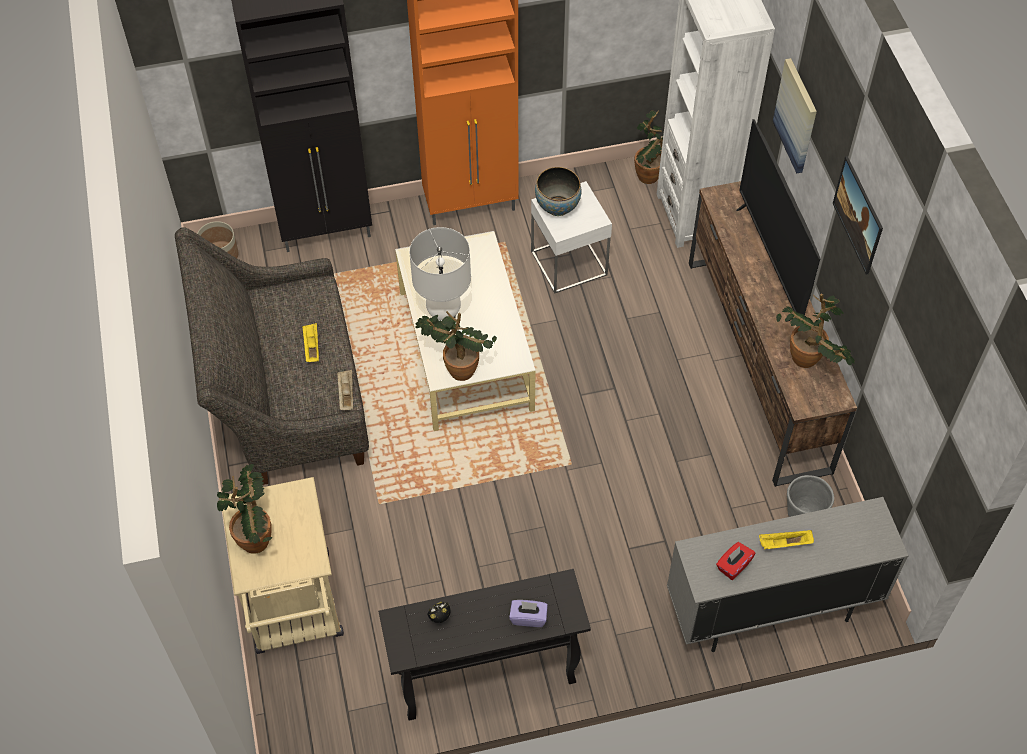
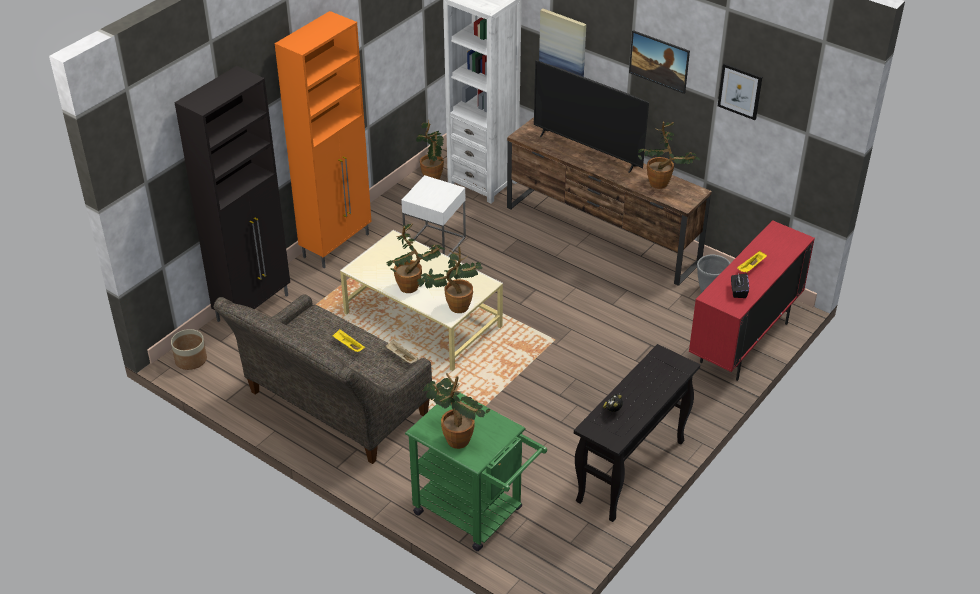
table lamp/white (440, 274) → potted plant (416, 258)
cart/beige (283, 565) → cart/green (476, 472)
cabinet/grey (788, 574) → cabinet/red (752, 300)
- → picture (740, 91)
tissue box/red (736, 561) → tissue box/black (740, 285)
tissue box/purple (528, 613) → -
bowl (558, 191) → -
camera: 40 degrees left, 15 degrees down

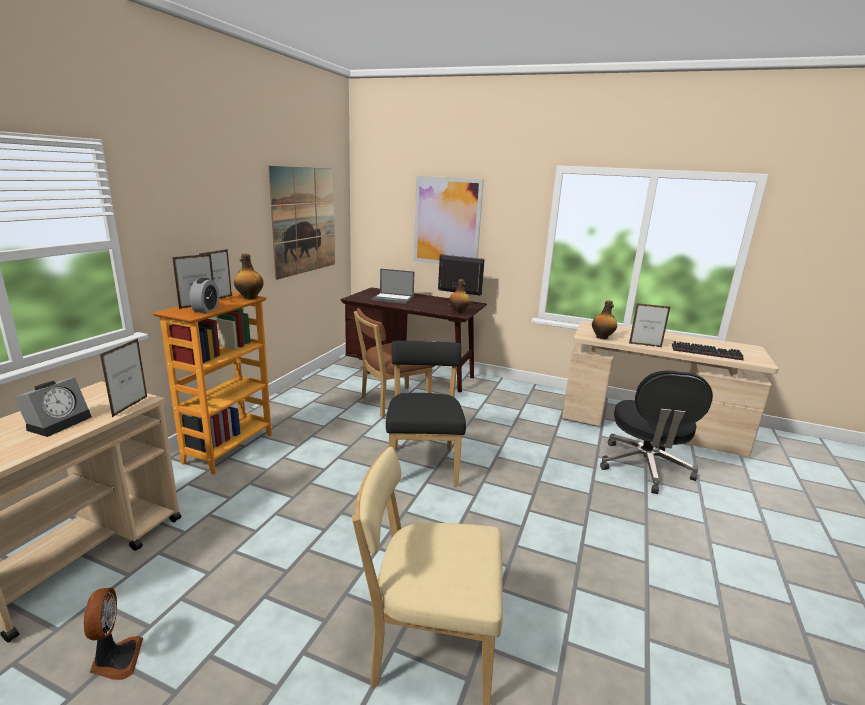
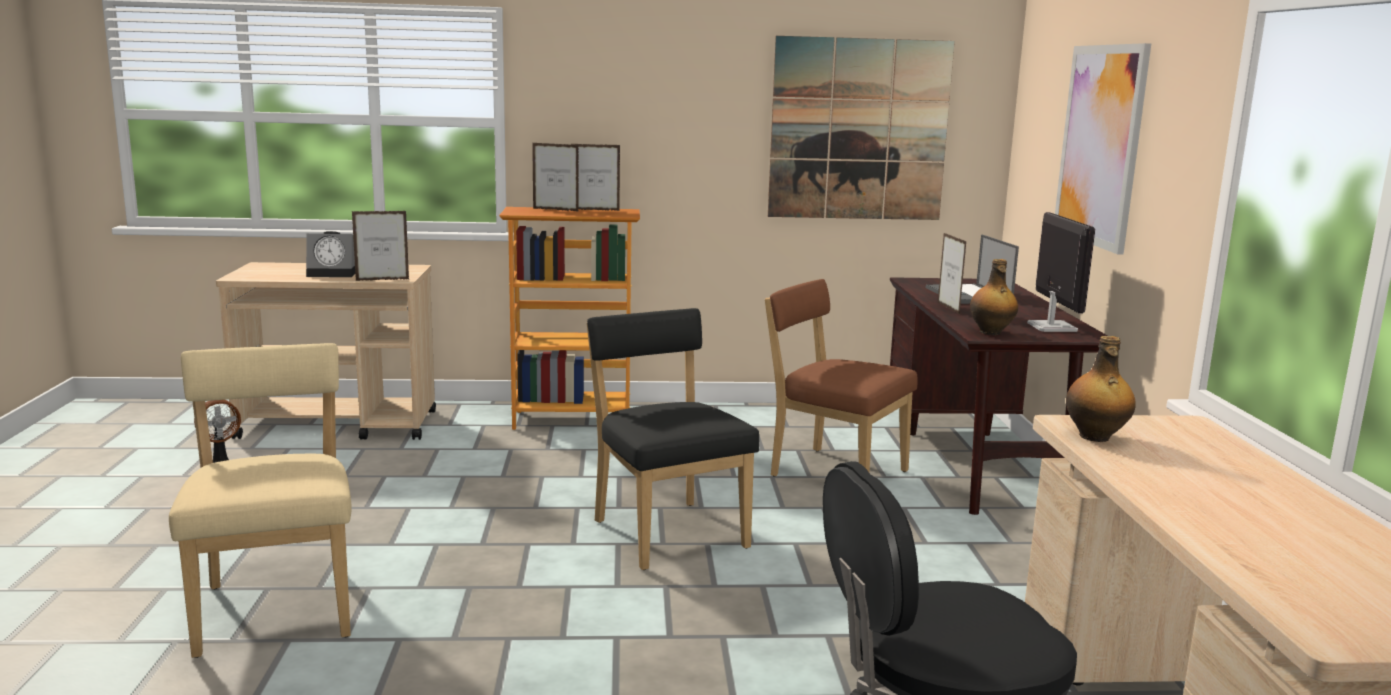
chair/black (426, 413) → chair/black (673, 439), 90 degrees counterclockwise
picture frame (649, 325) → picture frame (952, 273), moved
alarm clock (204, 295) → -
bottle (249, 276) → -
keyboard (708, 350) → -
camera: 65 degrees right, 5 degrees down

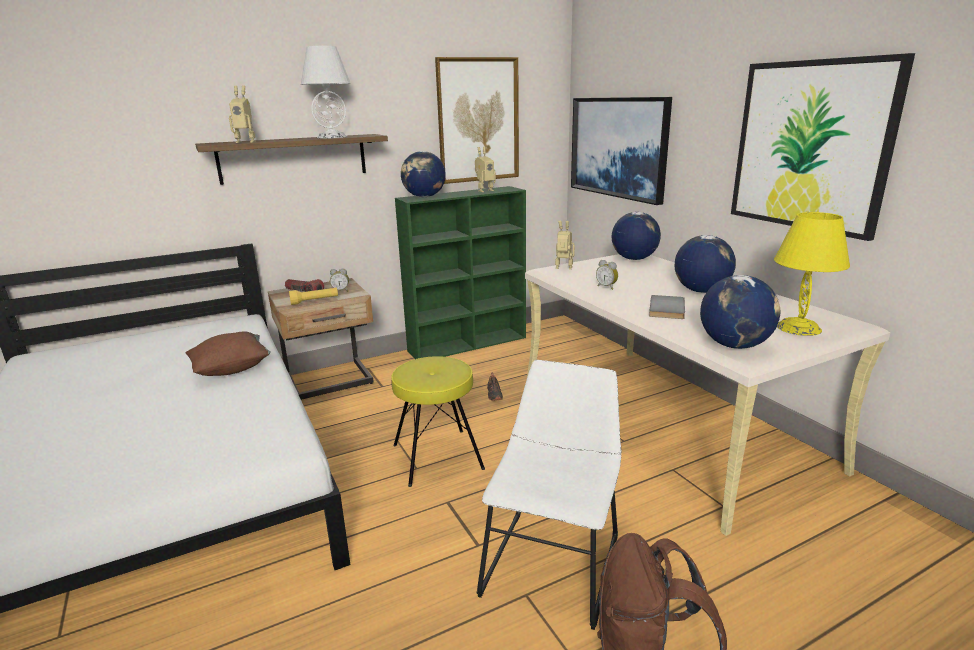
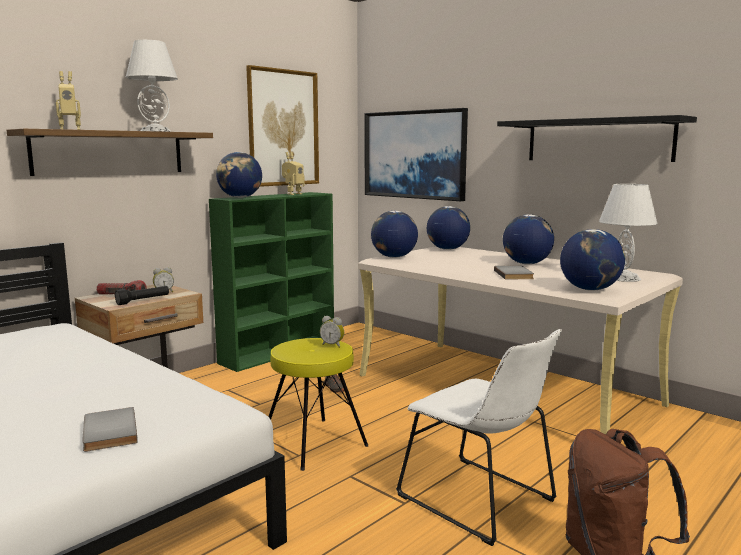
- → book/grey (110, 429)
flashlight/yellow (313, 296) → flashlight/black (142, 295)
alarm clock (607, 275) → alarm clock (332, 332), moved
toy robot (565, 245) → globe (394, 234)
chair/white (548, 495) → chair/white (479, 437), 135 degrees clockwise
picture (823, 147) → shelf/black (597, 138)
table lamp/yellow (812, 274) → table lamp/white (628, 233)
pillow/brown (228, 353) → -
camera: 20 degrees left, 10 degrees down

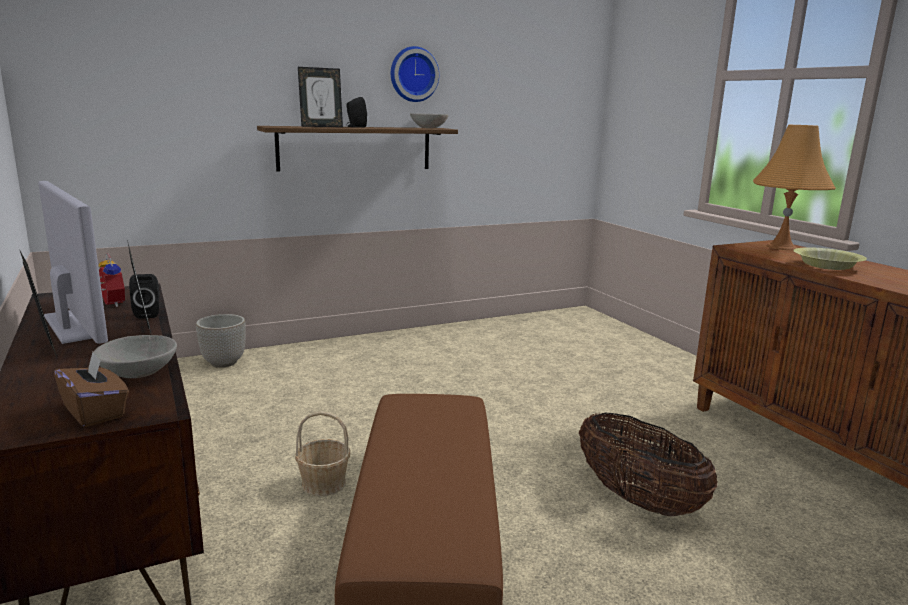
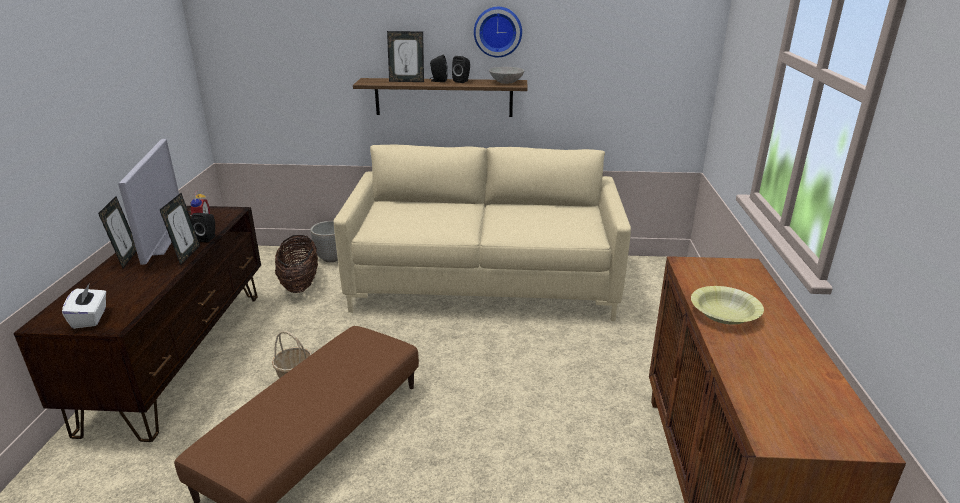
tissue box/brown (91, 389) → tissue box/white (84, 306)
basket (648, 464) → basket (296, 264), moved
- → sofa/beige (482, 233)
- → speaker/black (461, 69)
bowl/grey (135, 356) → -
table lamp/orange (794, 187) → -
camera: 30 degrees right, 10 degrees up

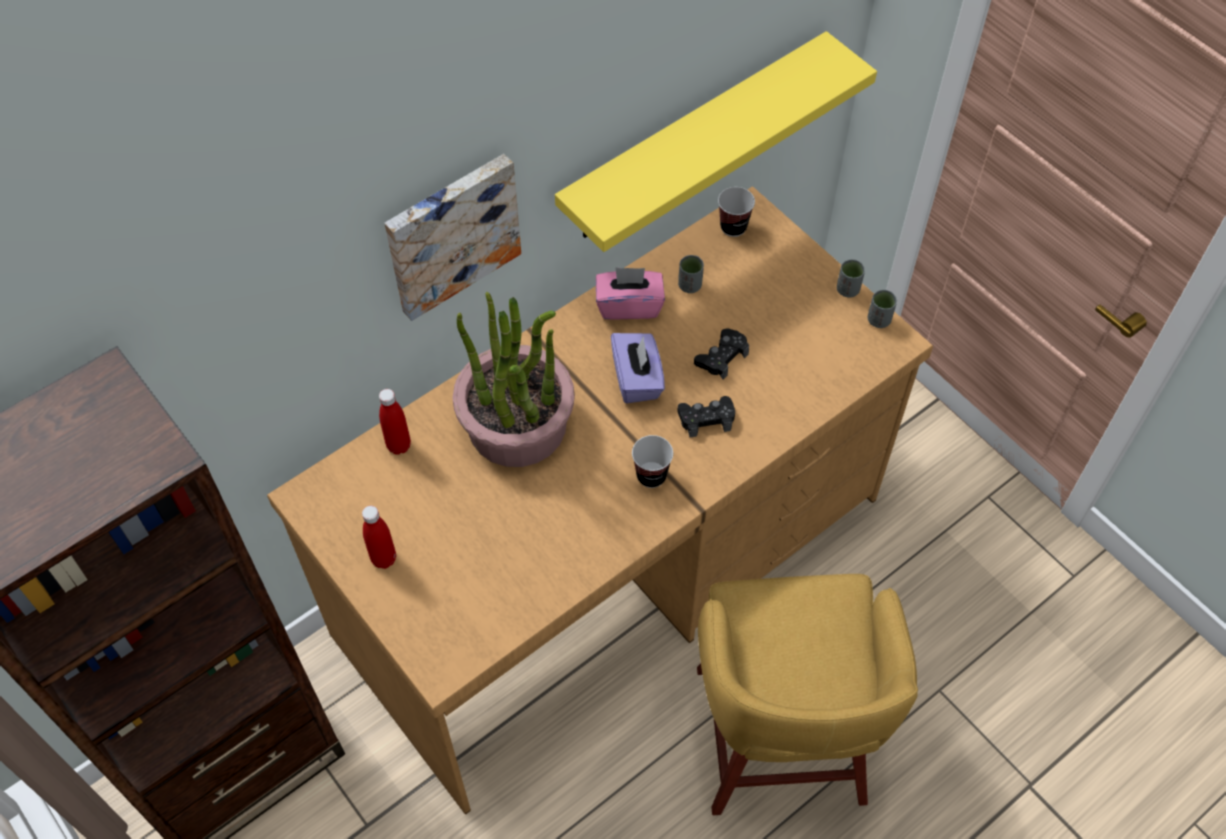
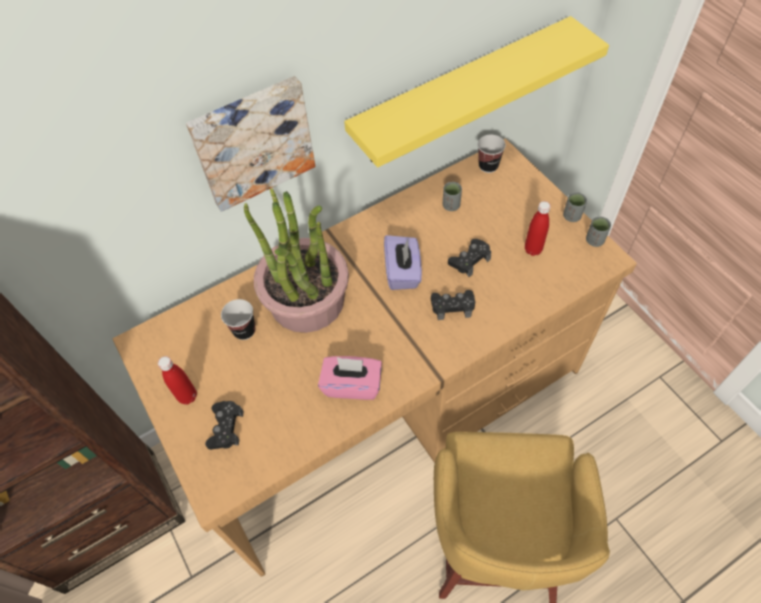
- → game controller/black (224, 425)
cup (652, 461) → cup (238, 319), moved
tissue box/pink (630, 293) → tissue box/pink (350, 378), moved
bottle/red (395, 422) → bottle/red (538, 228), moved
camera: 10 degrees right, 0 degrees up

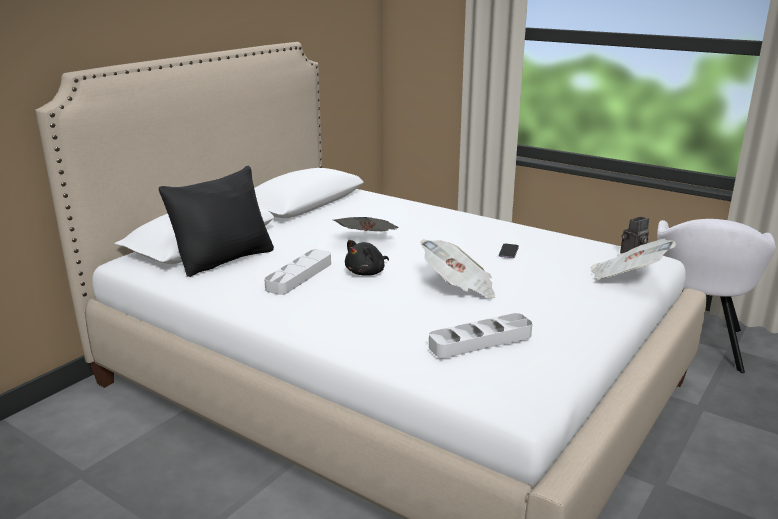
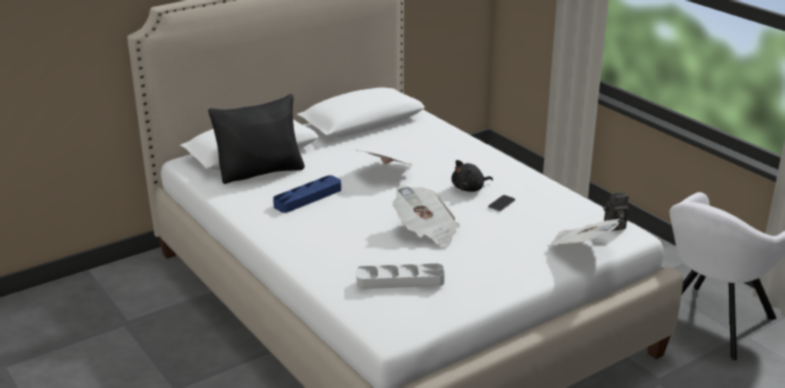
tray/grey (297, 272) → tray/blue (307, 194)
plush toy/black (367, 258) → plush toy/black (472, 176), moved
camera: 20 degrees right, 5 degrees up

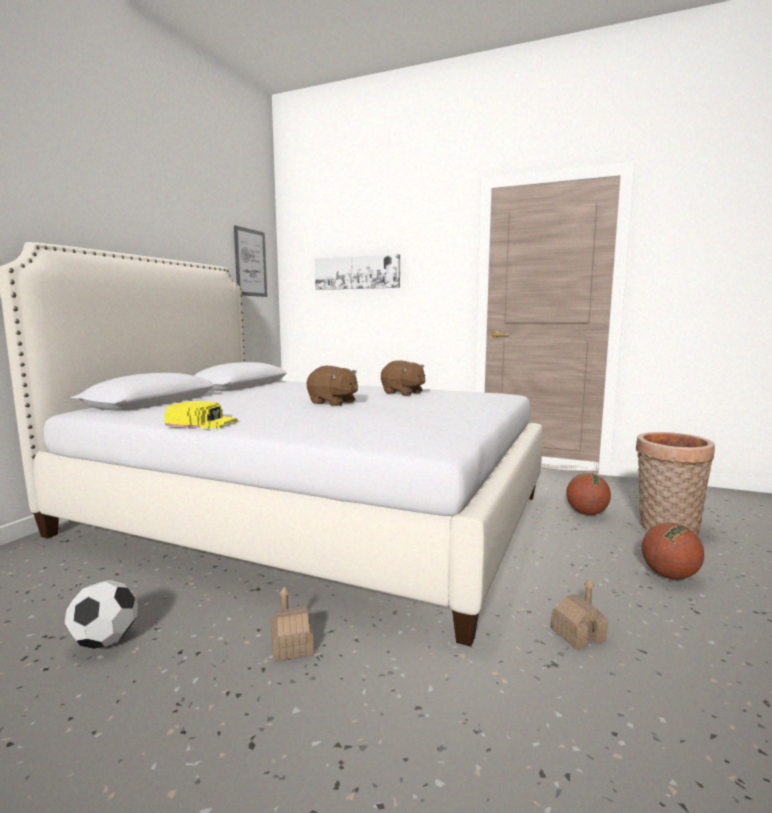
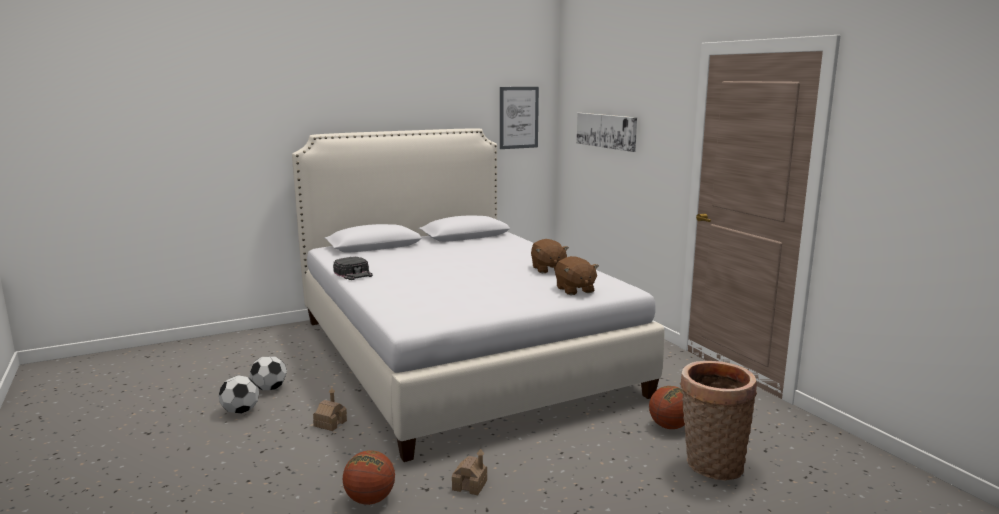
- → football (239, 395)
cap/yellow (200, 414) → cap/black (353, 268)
basketball (673, 551) → basketball (369, 477), moved
plush toy/brown (332, 386) → plush toy/brown (577, 275), moved
camera: 40 degrees right, 5 degrees up

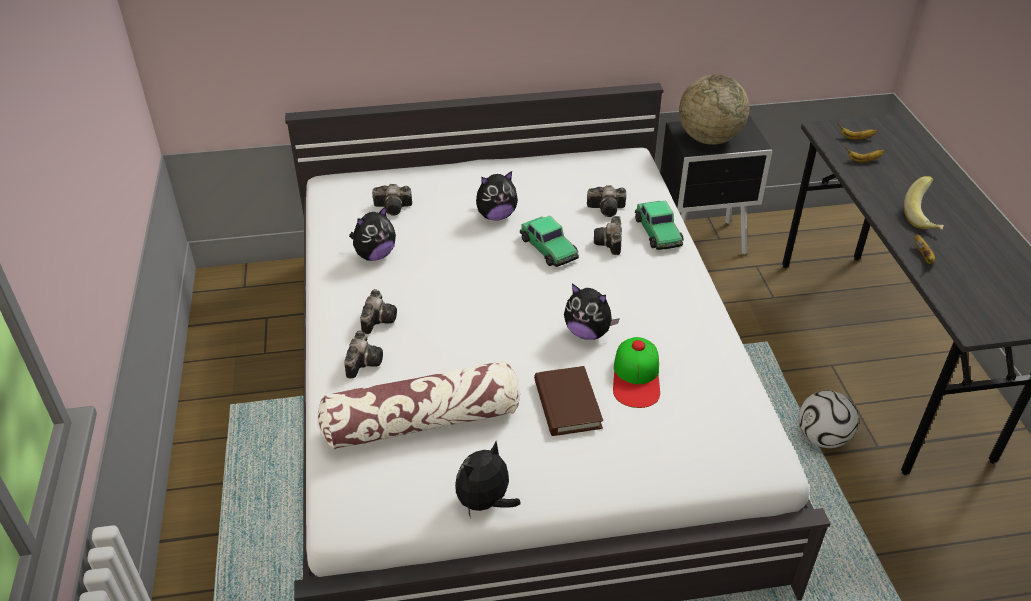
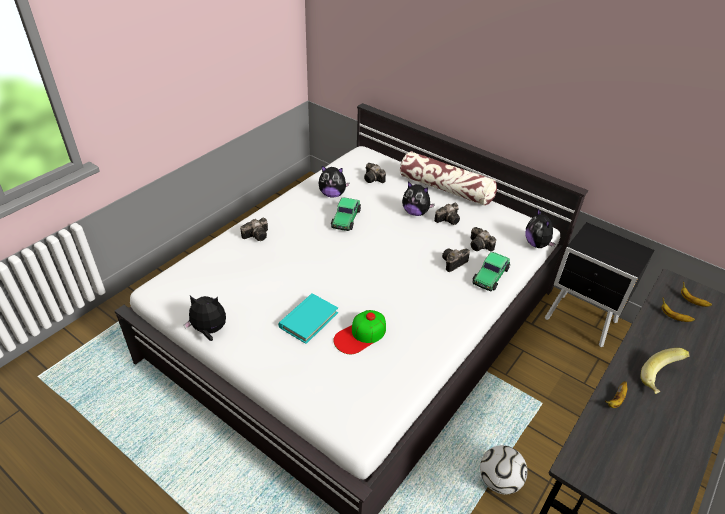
book/brown (568, 401) → book/turquoise (308, 318)
toy car (549, 241) → toy car (346, 214), moved
pillow (419, 405) → pillow (448, 178), moved
photo camera (378, 311) → photo camera (447, 214), moved
plush toy (592, 312) → plush toy (540, 228), moved
globe (714, 109) → -
camera: 45 degrees right, 0 degrees up

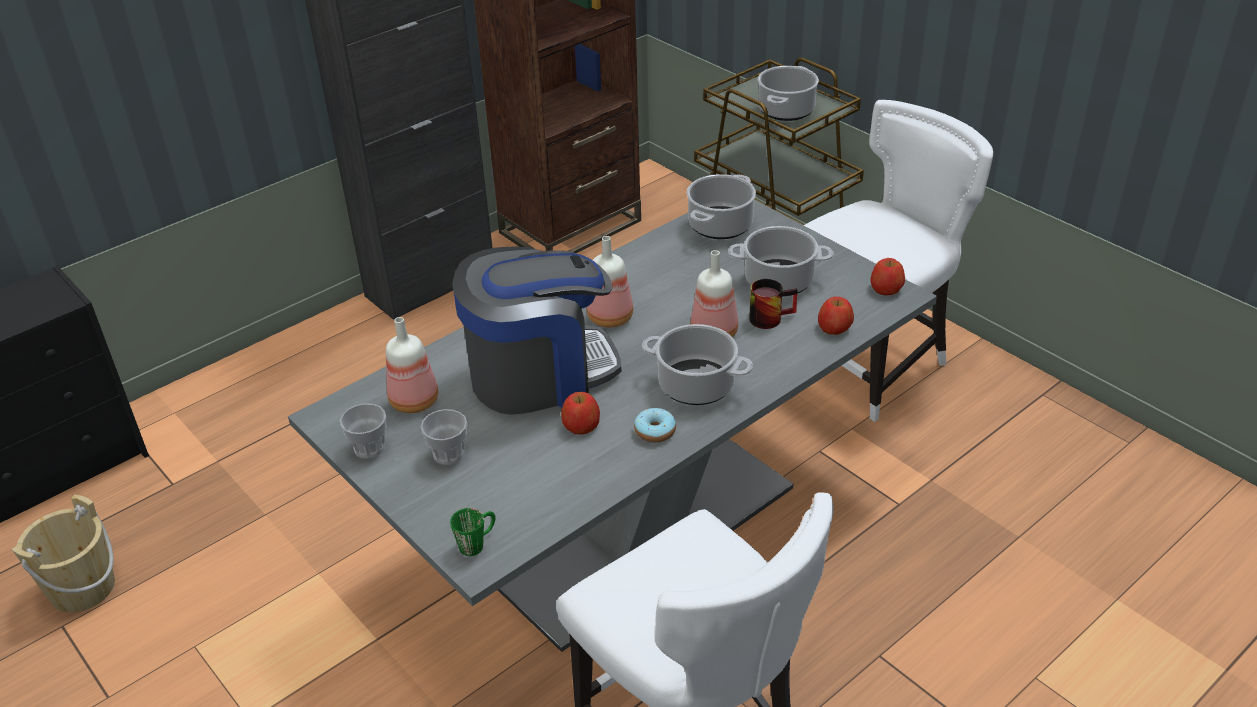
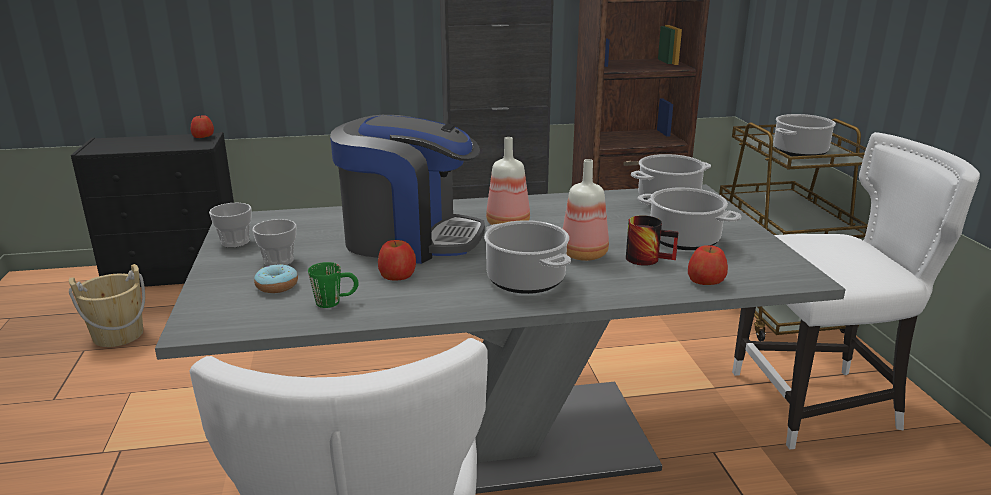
apple (887, 276) → apple (202, 126), moved
donut (655, 425) → donut (276, 278), moved
mug/green (473, 532) → mug/green (333, 285), moved
bottle (412, 365) → -
camera: 30 degrees right, 15 degrees down

